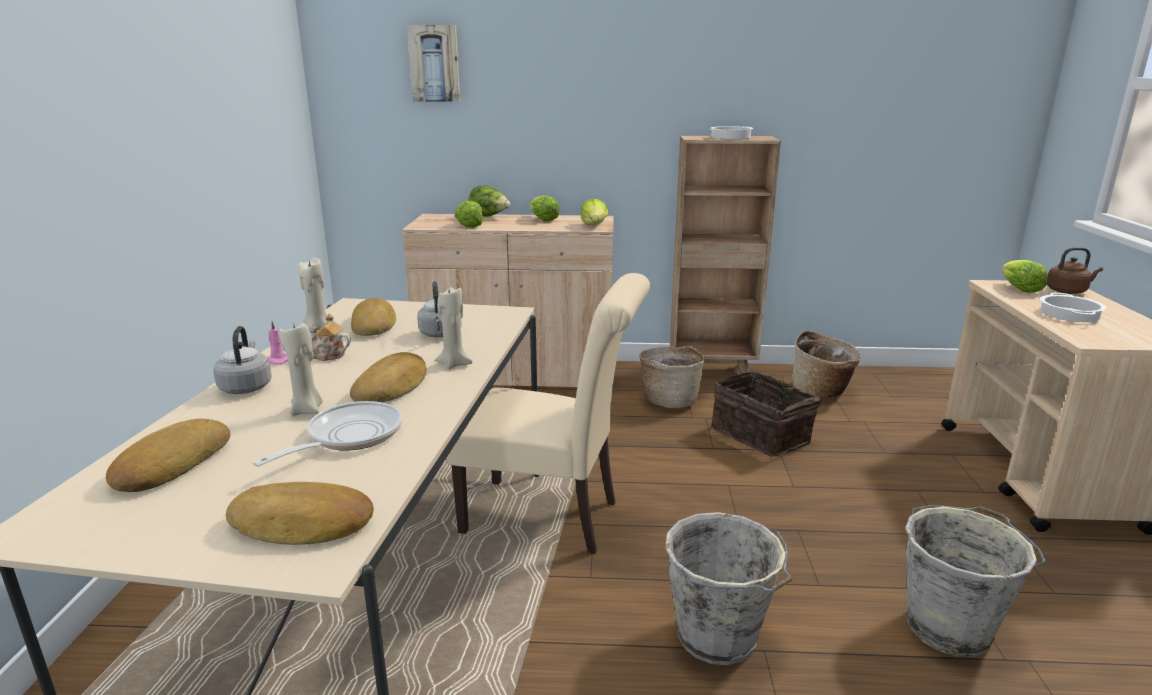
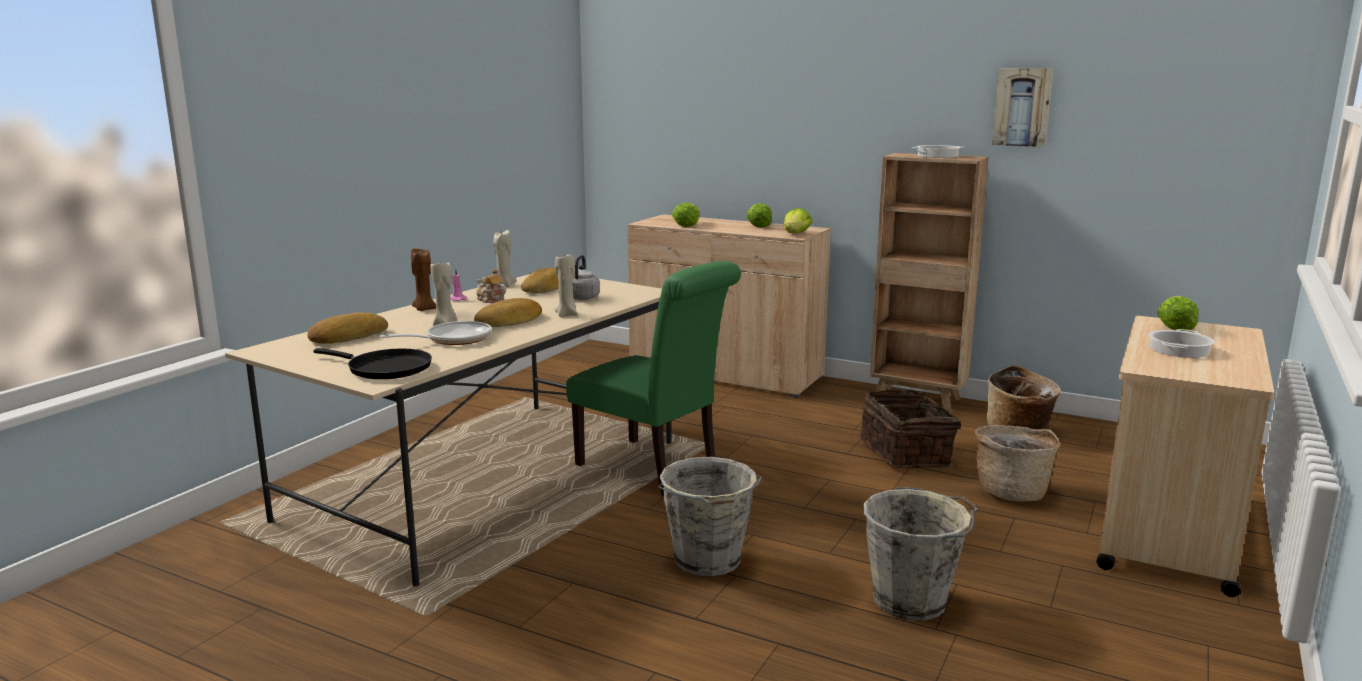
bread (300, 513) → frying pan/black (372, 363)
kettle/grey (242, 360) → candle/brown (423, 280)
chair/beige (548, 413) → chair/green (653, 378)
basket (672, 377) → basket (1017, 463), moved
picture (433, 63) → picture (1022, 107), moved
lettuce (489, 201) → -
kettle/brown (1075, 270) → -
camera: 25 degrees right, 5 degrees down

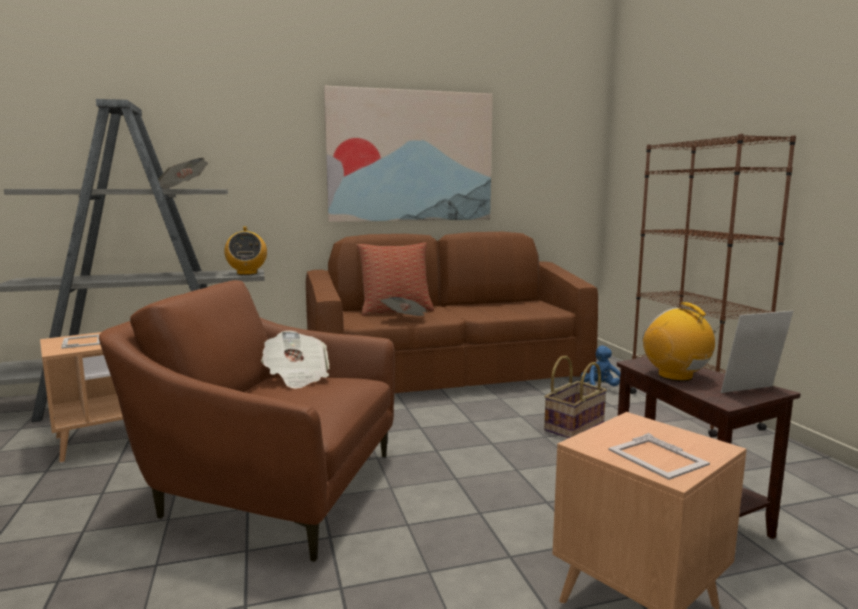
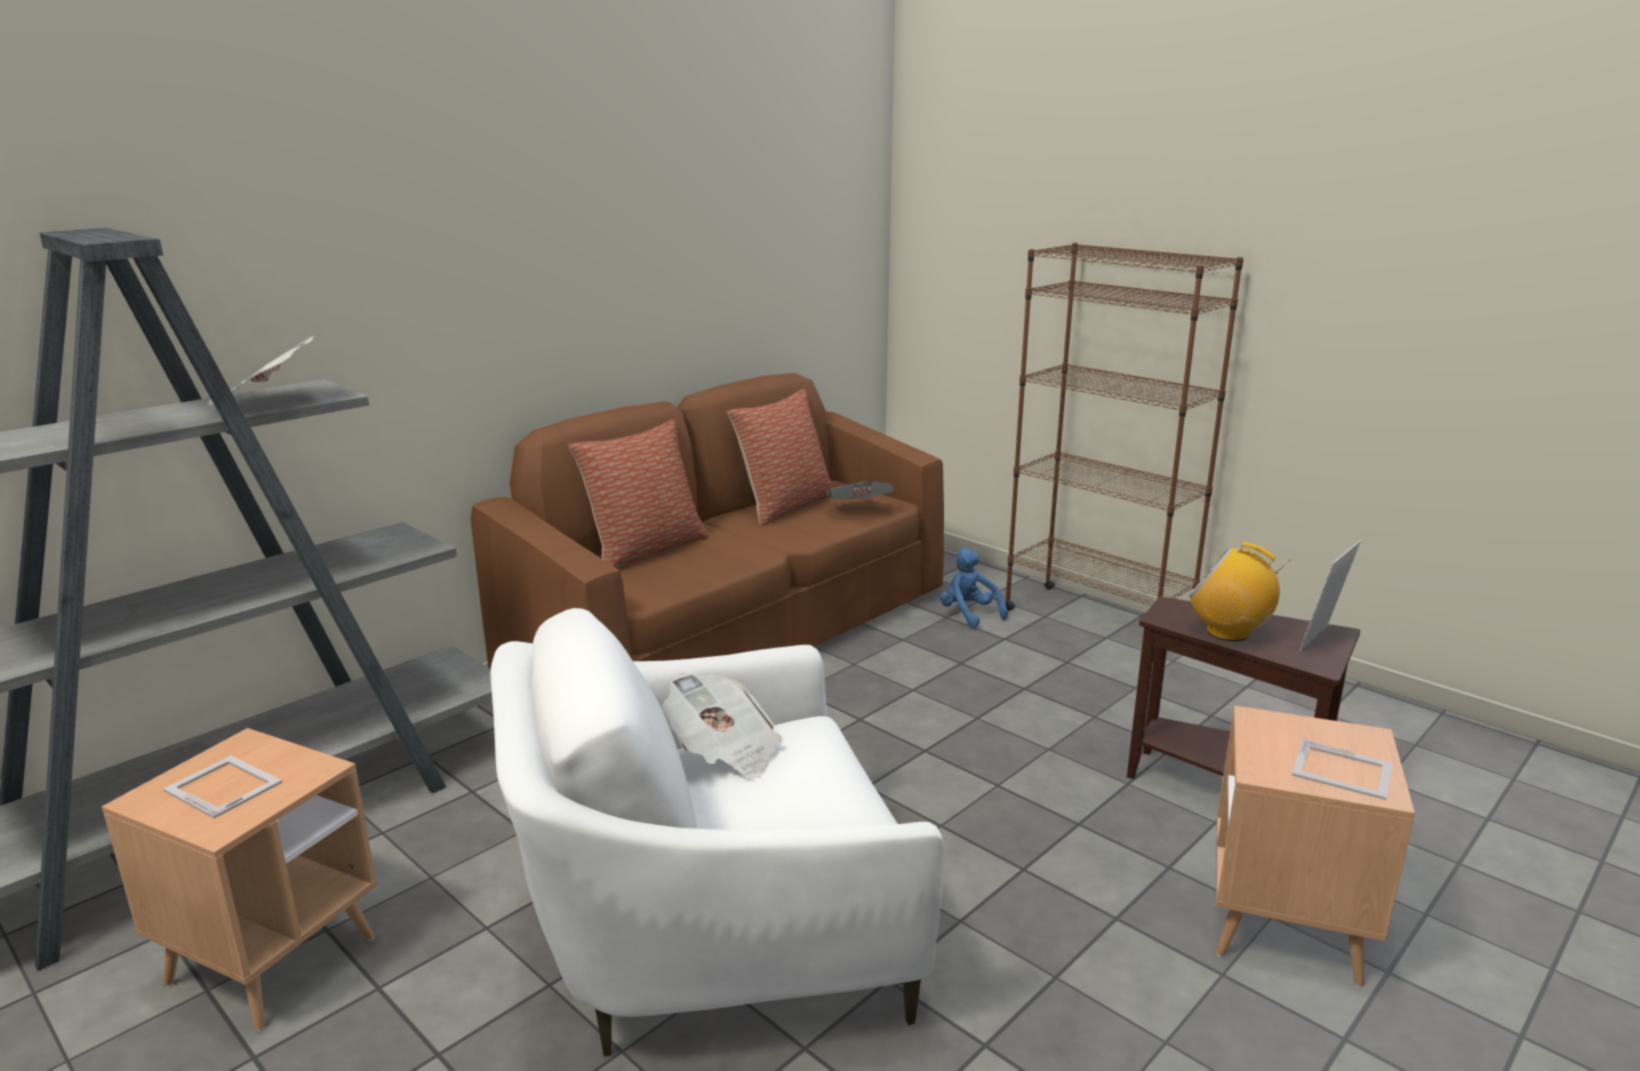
armchair/brown (247, 421) → armchair/white (717, 832)
- → pillow (780, 457)
newspaper (403, 306) → newspaper (860, 490), moved
radio (245, 250) → -
picture (408, 154) → -
basket (575, 397) → -
camera: 30 degrees left, 10 degrees up

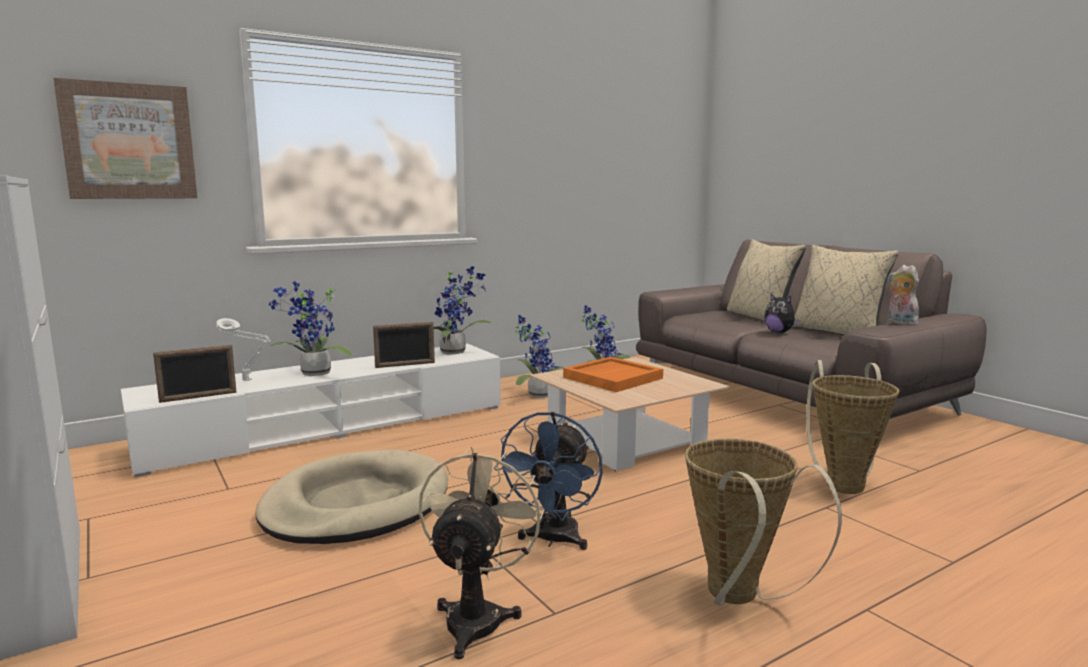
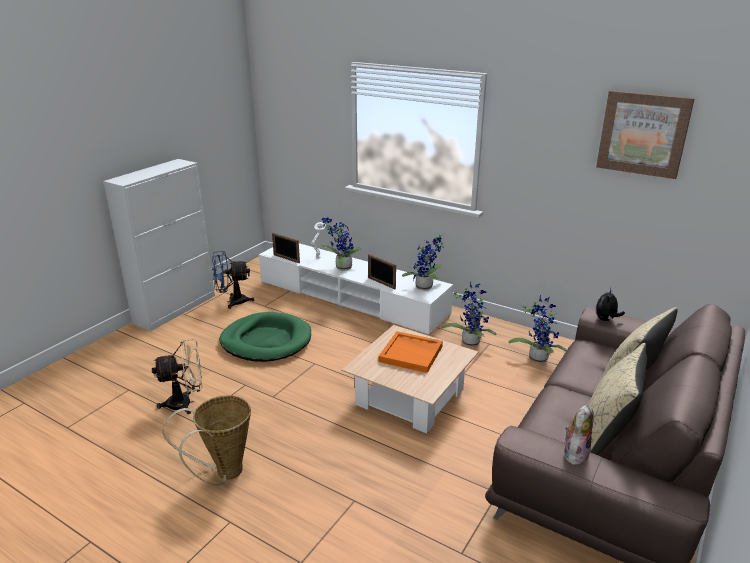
fan/blue (548, 481) → fan/blue (233, 280), moved
dog bed/beige (351, 497) → dog bed/green (265, 337)
picture (125, 138) → picture (645, 134), moved
plush toy (782, 313) → plush toy (610, 304), moved
basket (852, 427) → -
camera: 65 degrees right, 15 degrees up

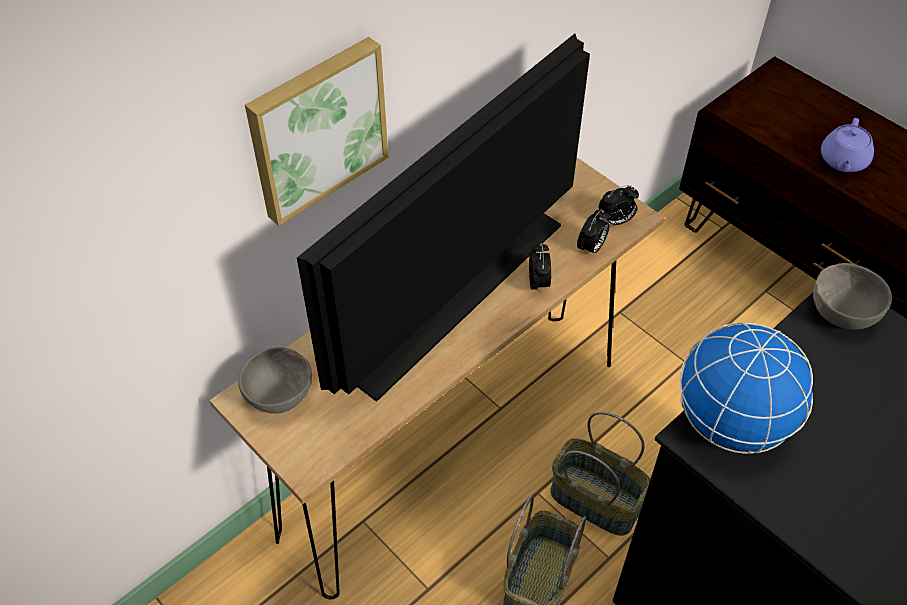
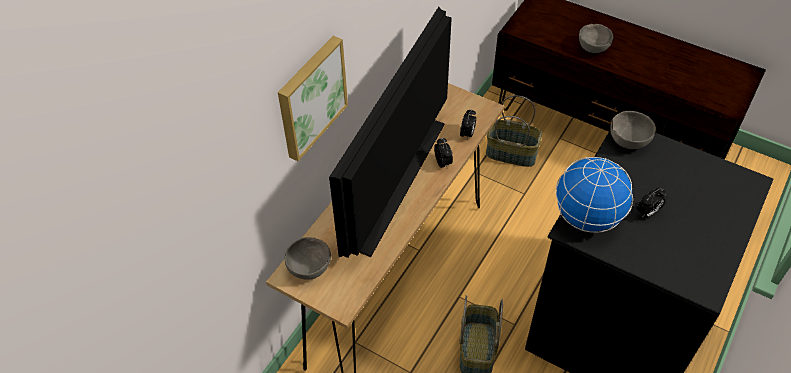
basket (600, 474) → basket (514, 131), moved
teapot/purple (847, 145) → bowl/grey (596, 38)
alarm clock (619, 205) → alarm clock (651, 203), moved
camera: 15 degrees left, 0 degrees up

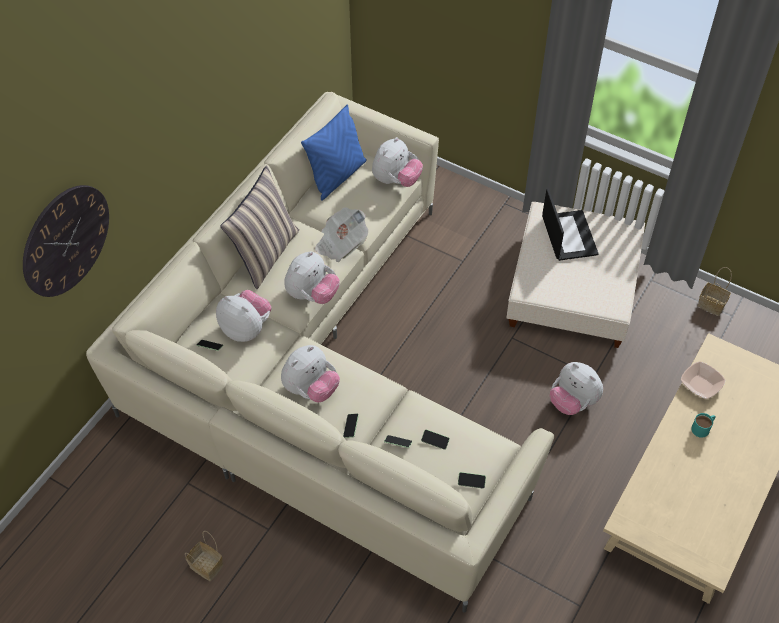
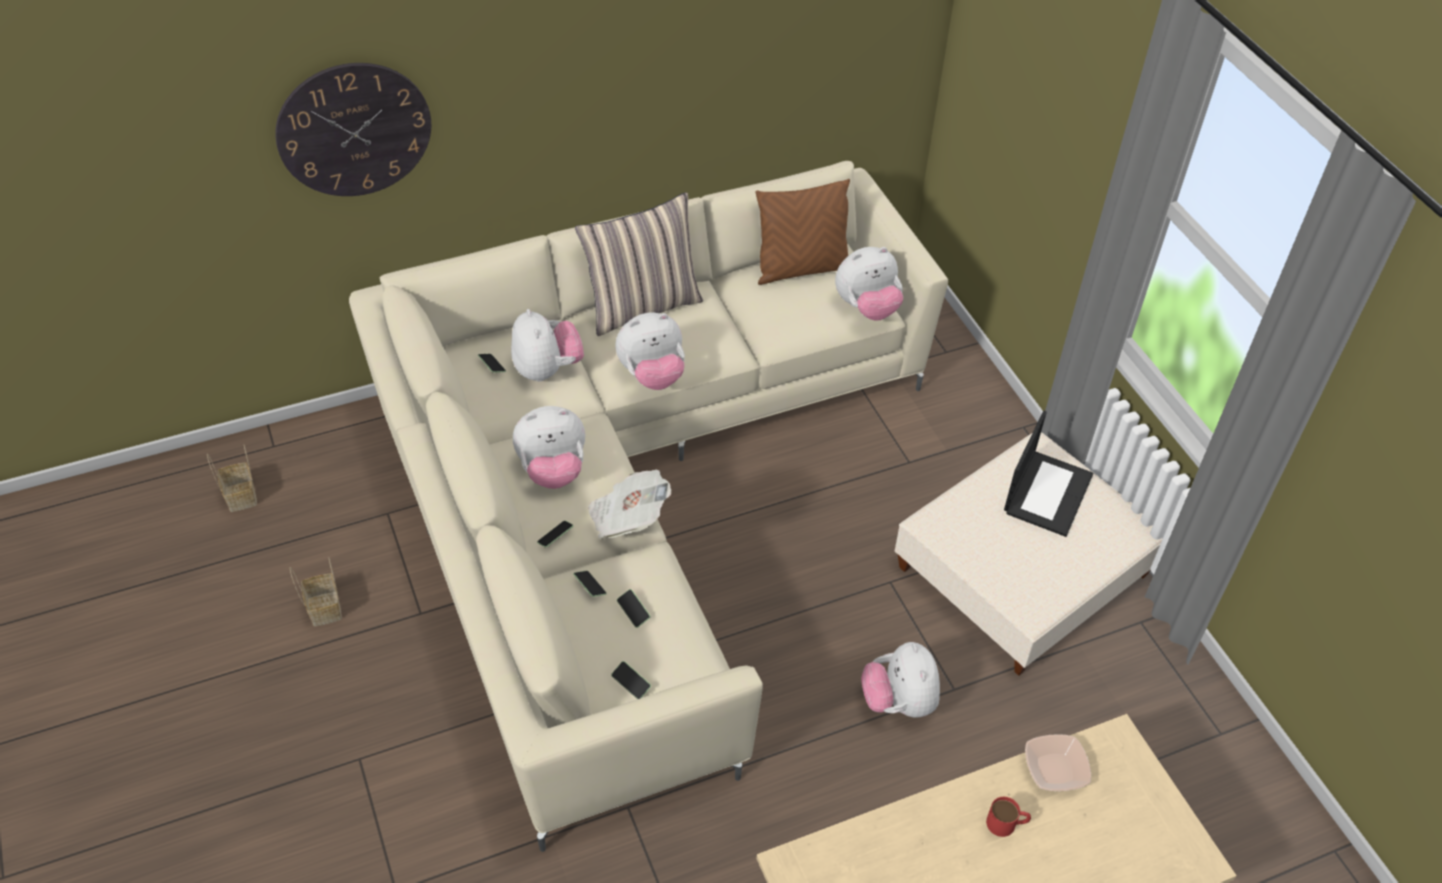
basket (715, 291) → basket (232, 478), moved
newspaper (341, 234) → newspaper (629, 504), moved
pillow/blue (334, 152) → pillow/brown (803, 232)
mug/turquoise (703, 425) → mug/red (1008, 817)
camera: 35 degrees right, 5 degrees down

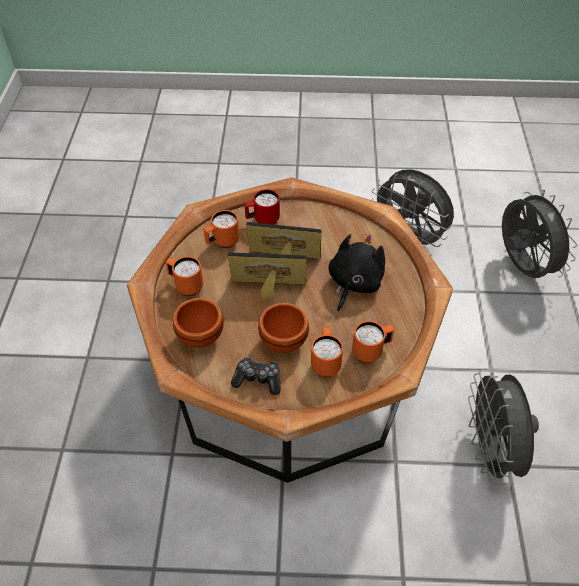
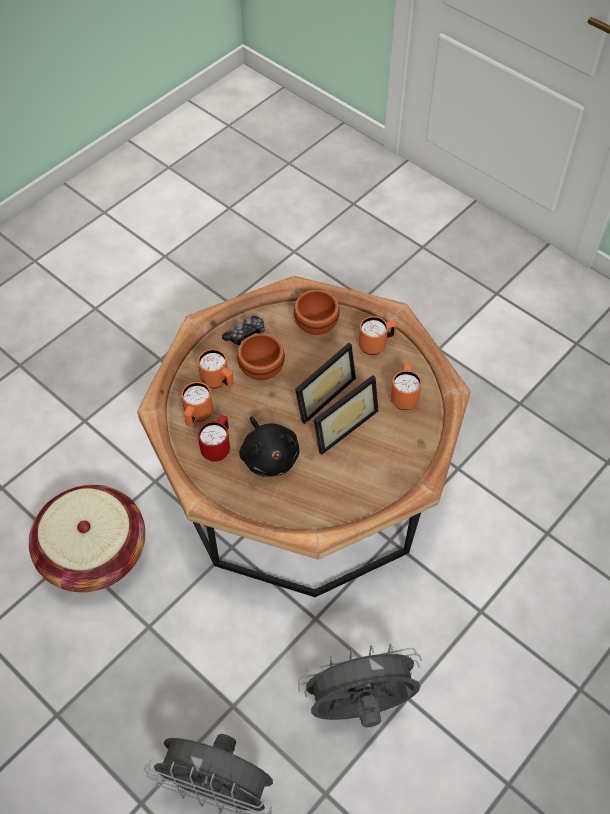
fan/grey (503, 427) → basket (87, 538)
mug/red (262, 207) → mug/red (214, 438), moved
camera: 130 degrees right, 5 degrees up

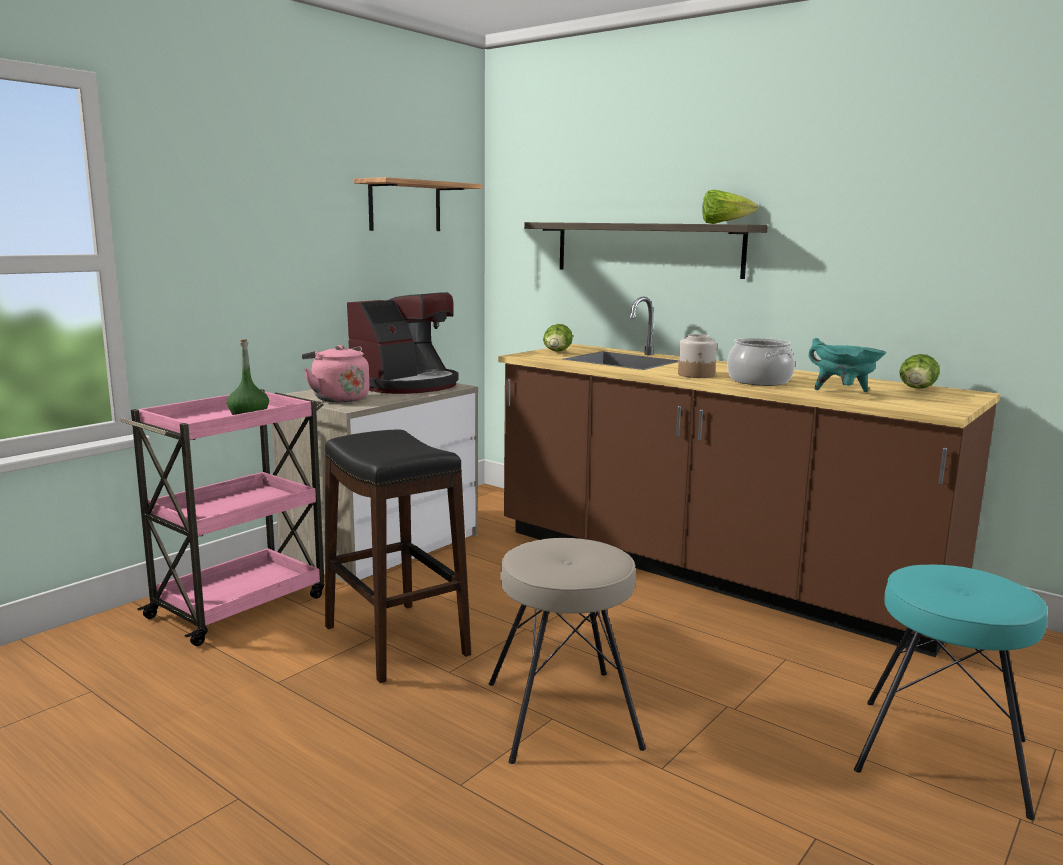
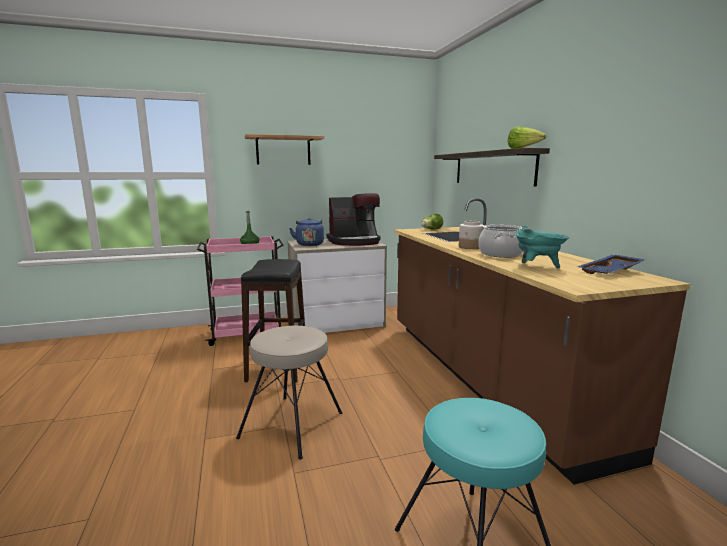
shelf (418, 204) → shelf (284, 149), moved
kettle/pink (336, 373) → kettle/blue (307, 232)
lettuce (920, 371) → tray/blue (611, 264)
camera: 35 degrees right, 0 degrees up

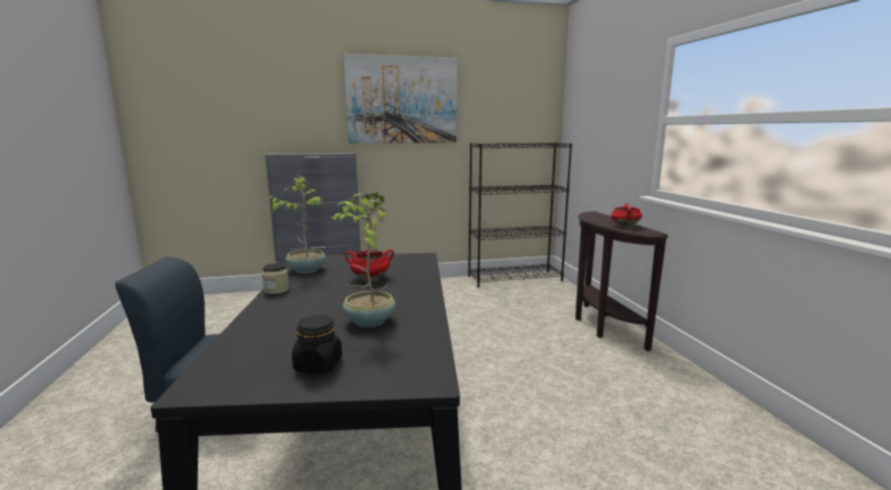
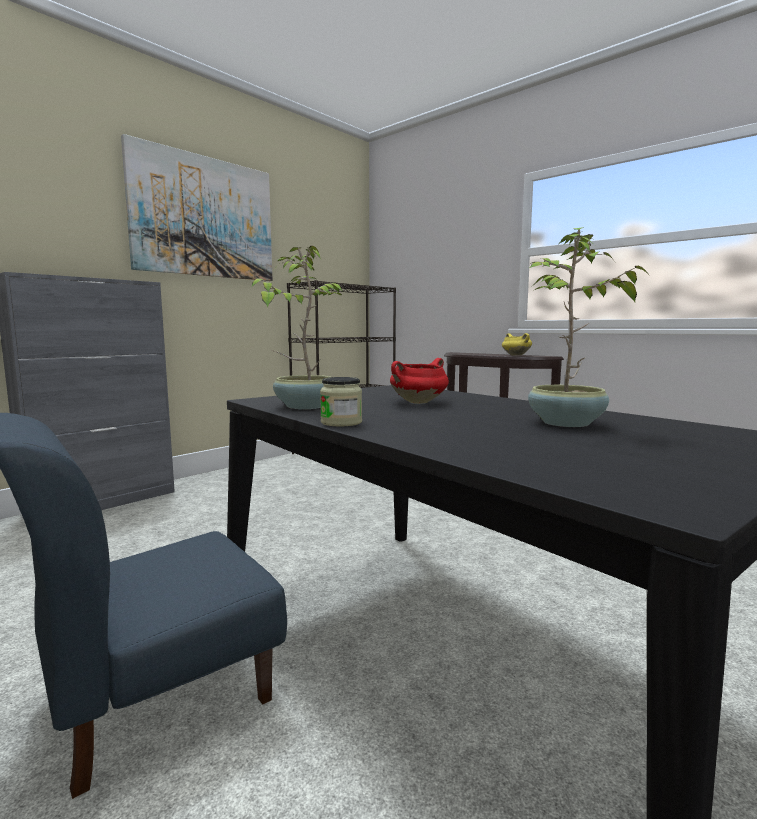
cooking pot/red (626, 215) → cooking pot/yellow (517, 344)
jar/black (317, 344) → -
camera: 35 degrees left, 5 degrees down

